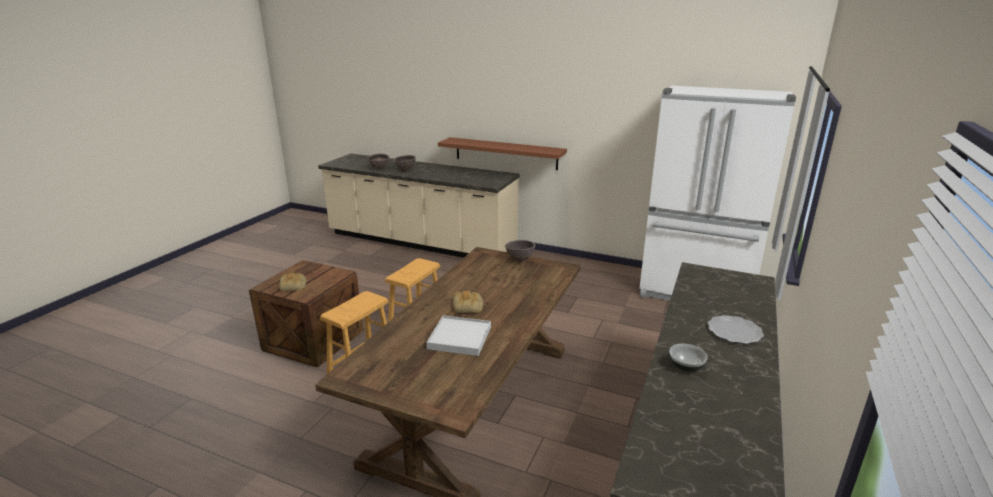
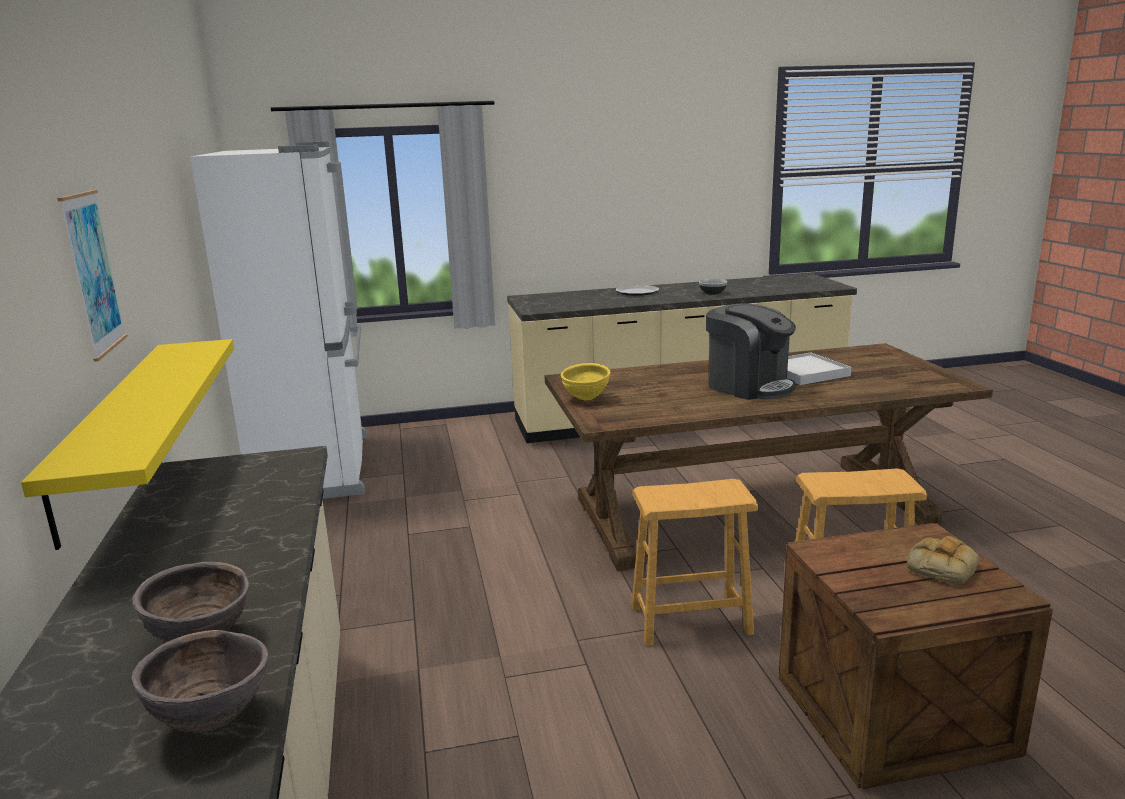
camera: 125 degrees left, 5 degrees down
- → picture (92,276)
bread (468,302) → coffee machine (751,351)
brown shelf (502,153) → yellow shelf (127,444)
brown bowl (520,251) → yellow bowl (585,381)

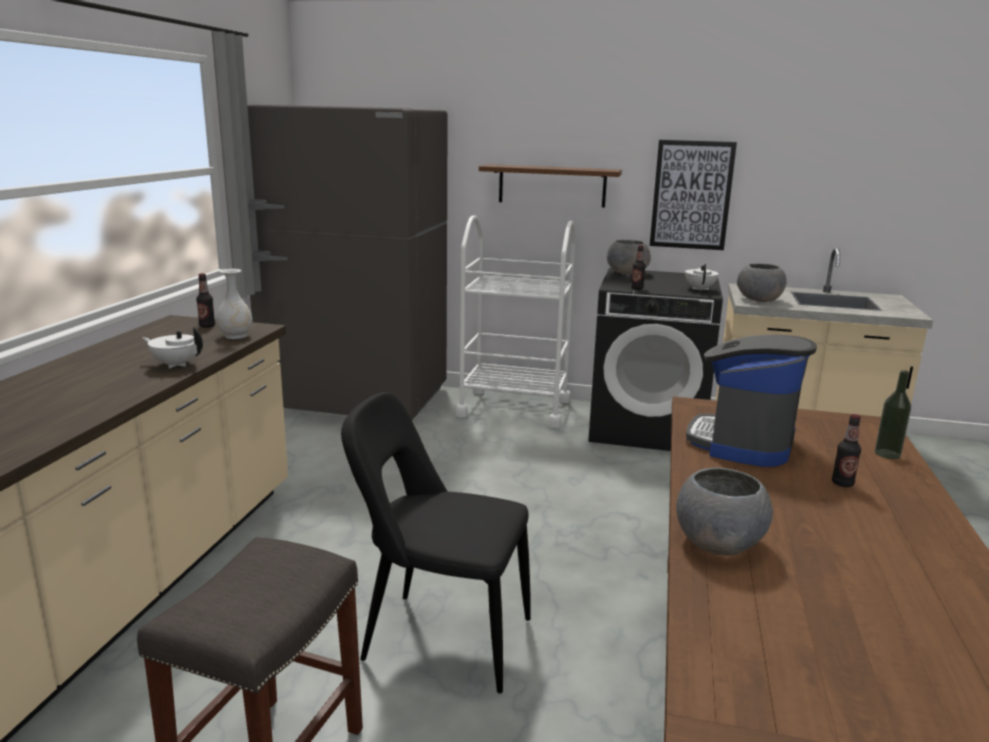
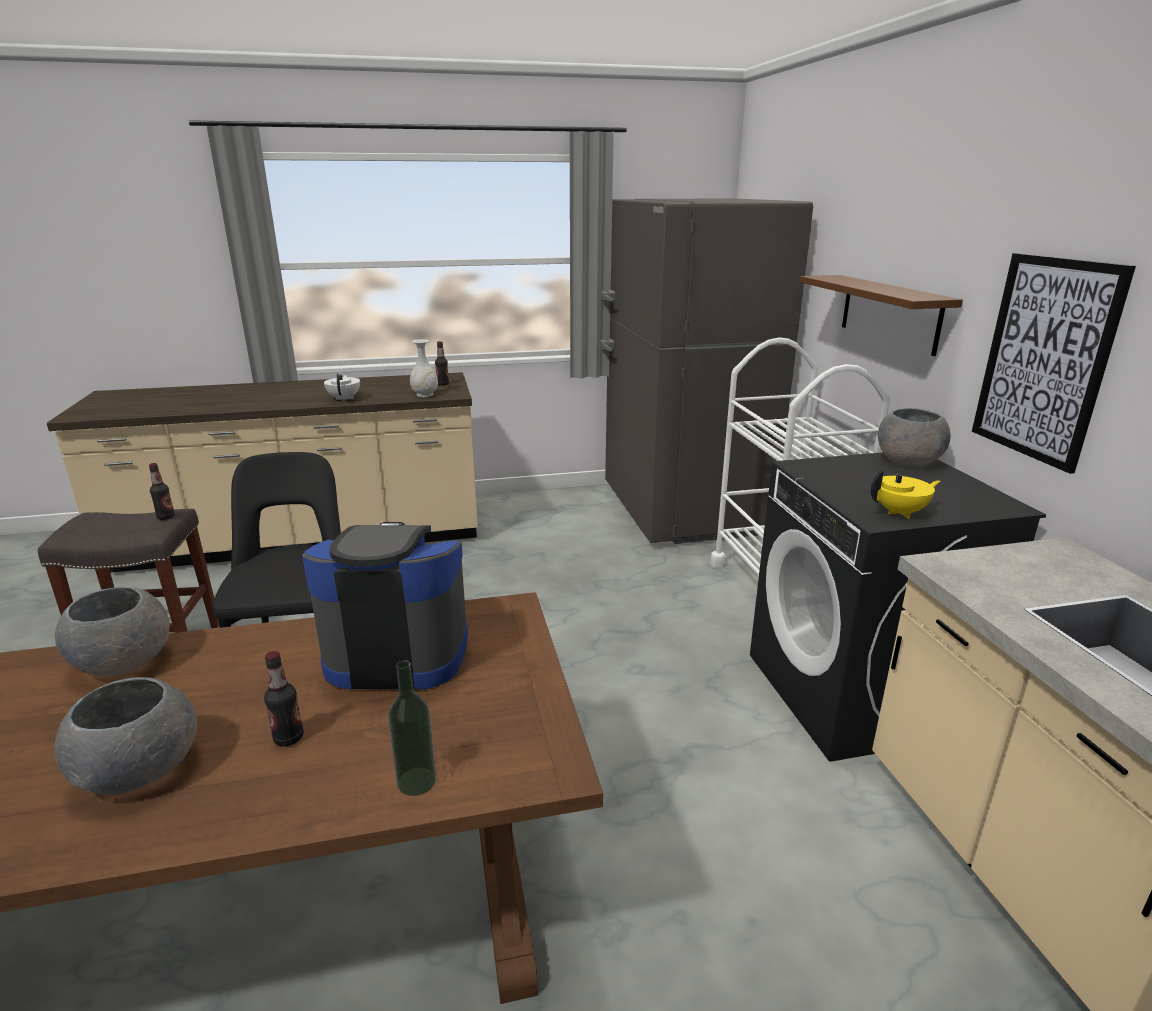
camera: 65 degrees right, 5 degrees up
bottle (638,267) → bottle (162,491), relocated
grey bowl (762,283) → grey bowl (126,736), relocated
white teapot (702,277) → yellow teapot (905,494)

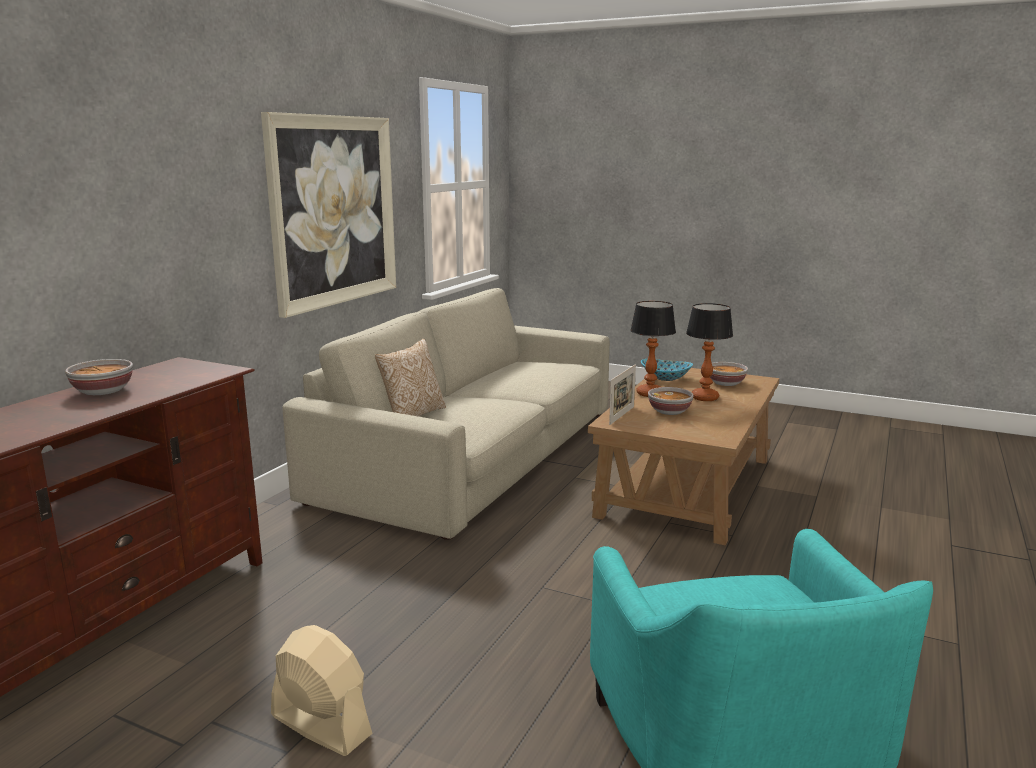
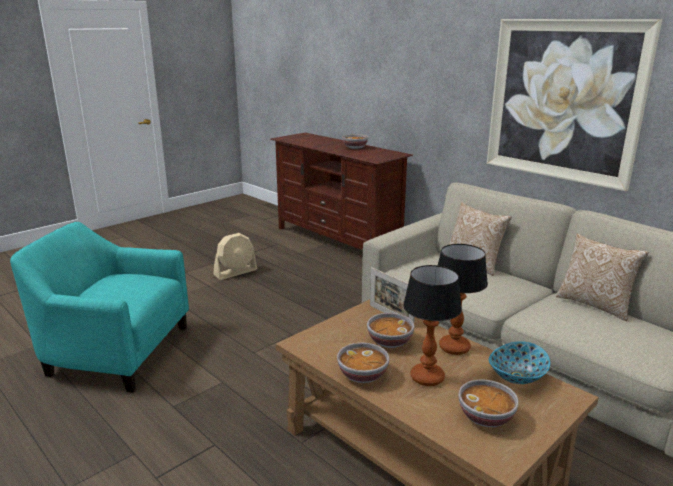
camera: 110 degrees right, 5 degrees up
- → bowl (363,363)
- → pillow (602,277)

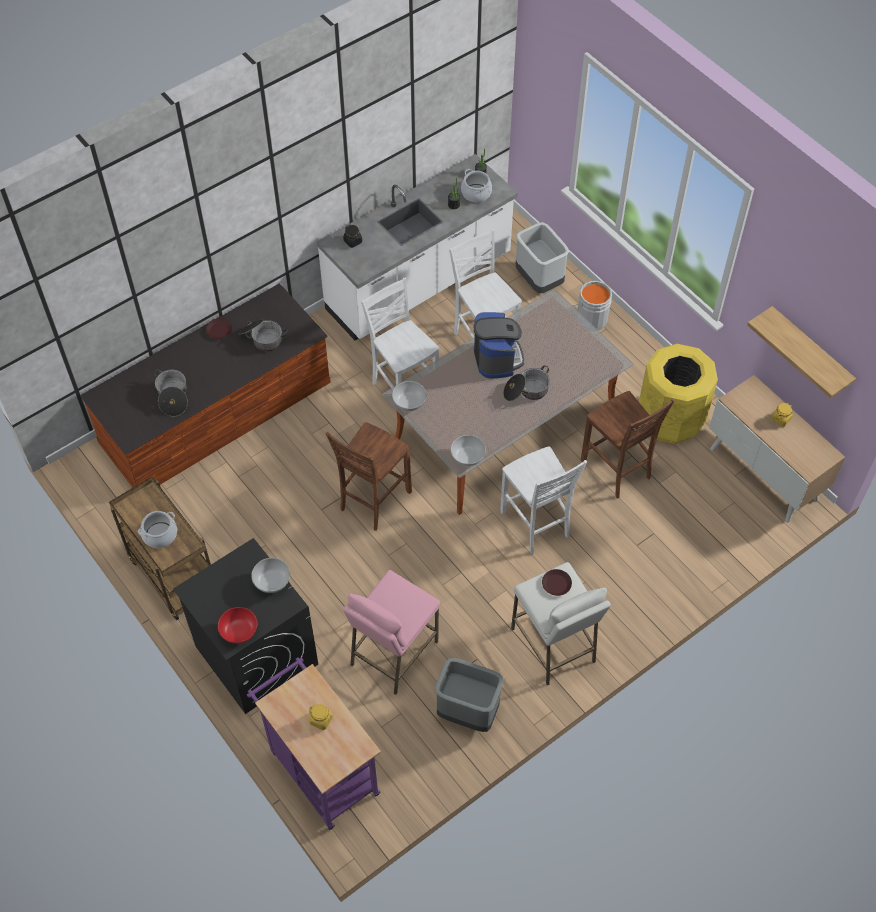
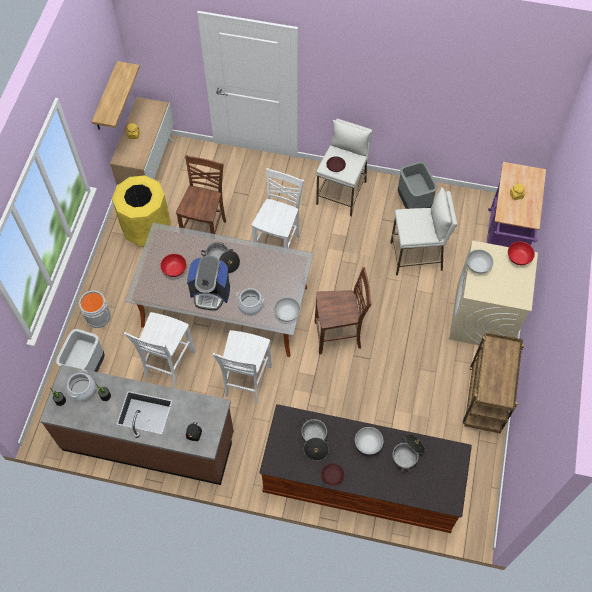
camera: 130 degrees left, 5 degrees up
- → red bowl (173,265)
cooking pot (157,529) → cooking pot (250,301), relocated
white bowl (468,450) → white bowl (369,441), relocated
black washing machine (245,626) → beige washing machine (493,293)
white counter (417,247) → brown counter (137,425)
pink stool (391,632) → white stool (424,231)
coffee machine (499,345) → coffee machine (208,283), 120 degrees counterclockwise

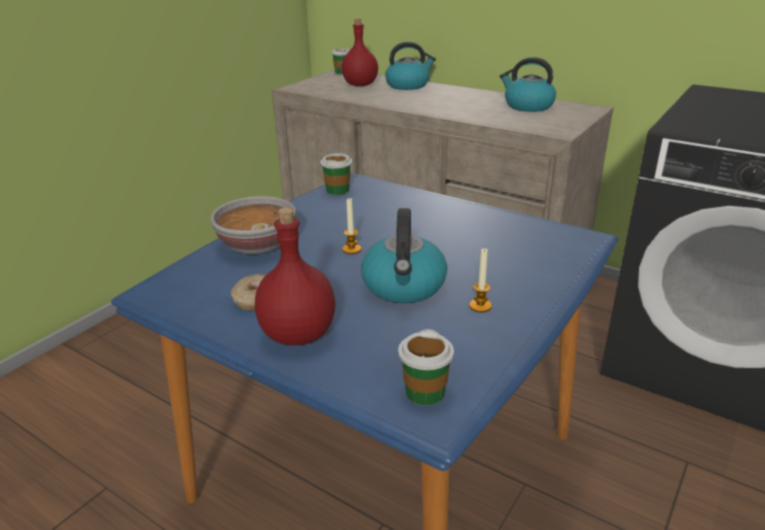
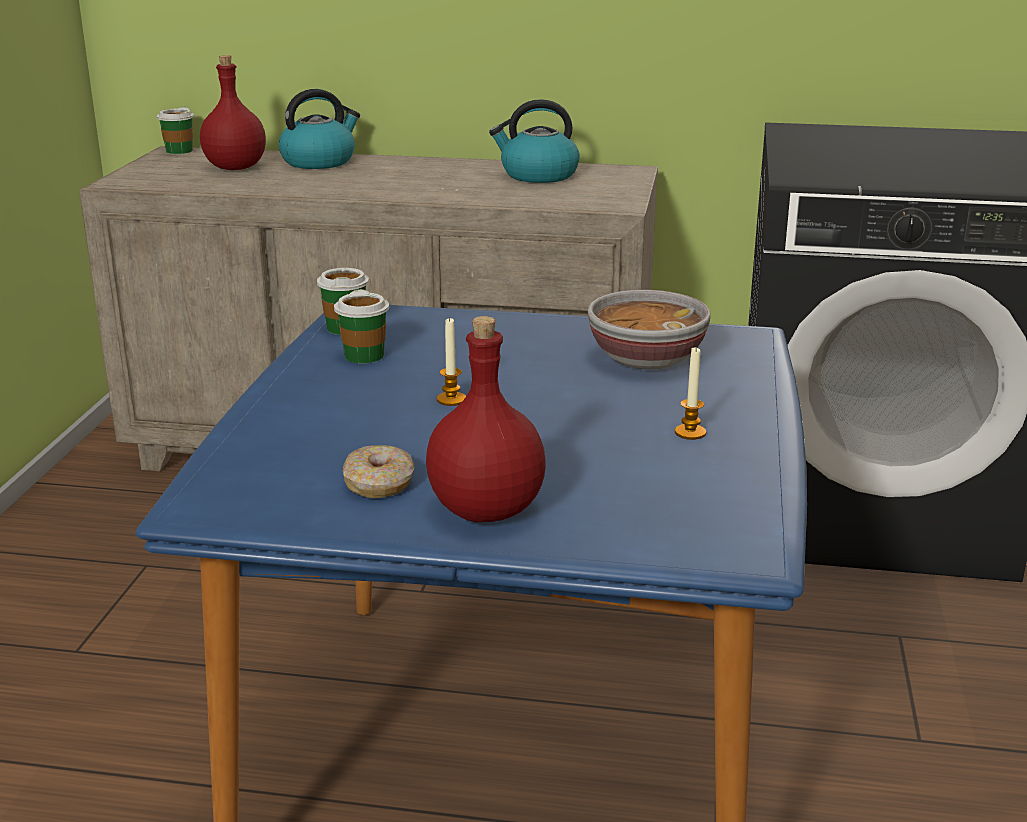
camera: 25 degrees left, 5 degrees down
kettle (404,255) → -
bowl (253,225) → bowl (649,329), relocated
cup (426,367) → cup (361,326), relocated

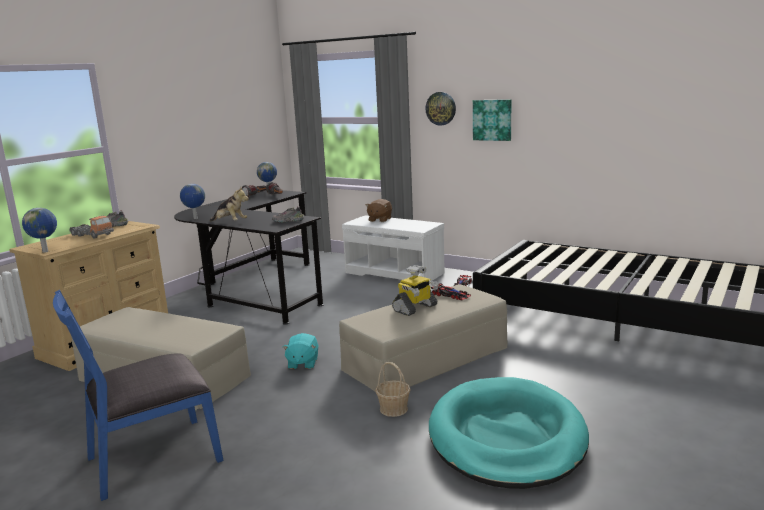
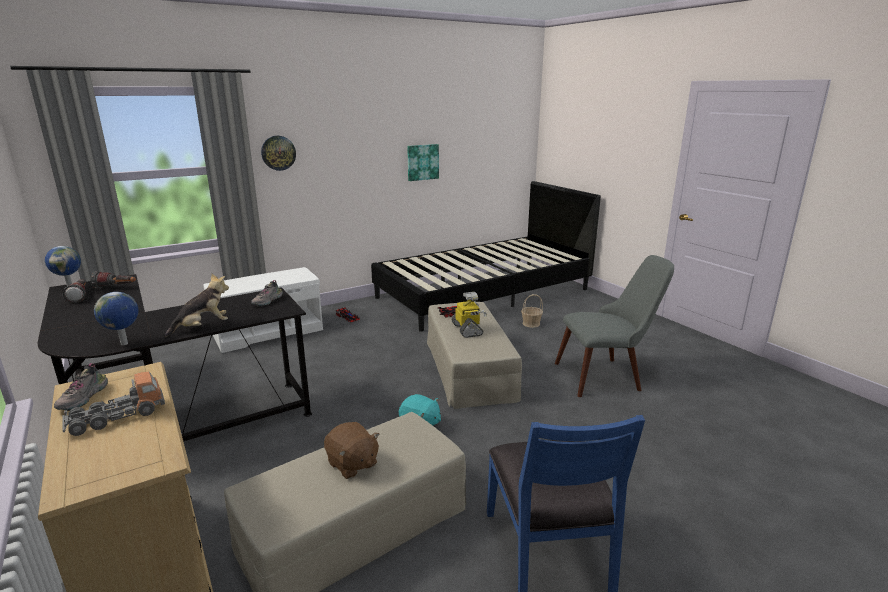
camera: 65 degrees left, 5 degrees up
globe (39,230) → -
brown plush toy (379,210) → brown plush toy (351,450), relocated
basket (393,389) → basket (532,311), relocated
picture (492,120) → picture (423,162), relocated
turquoise dog bed (509,433) → grey chair (614,326)

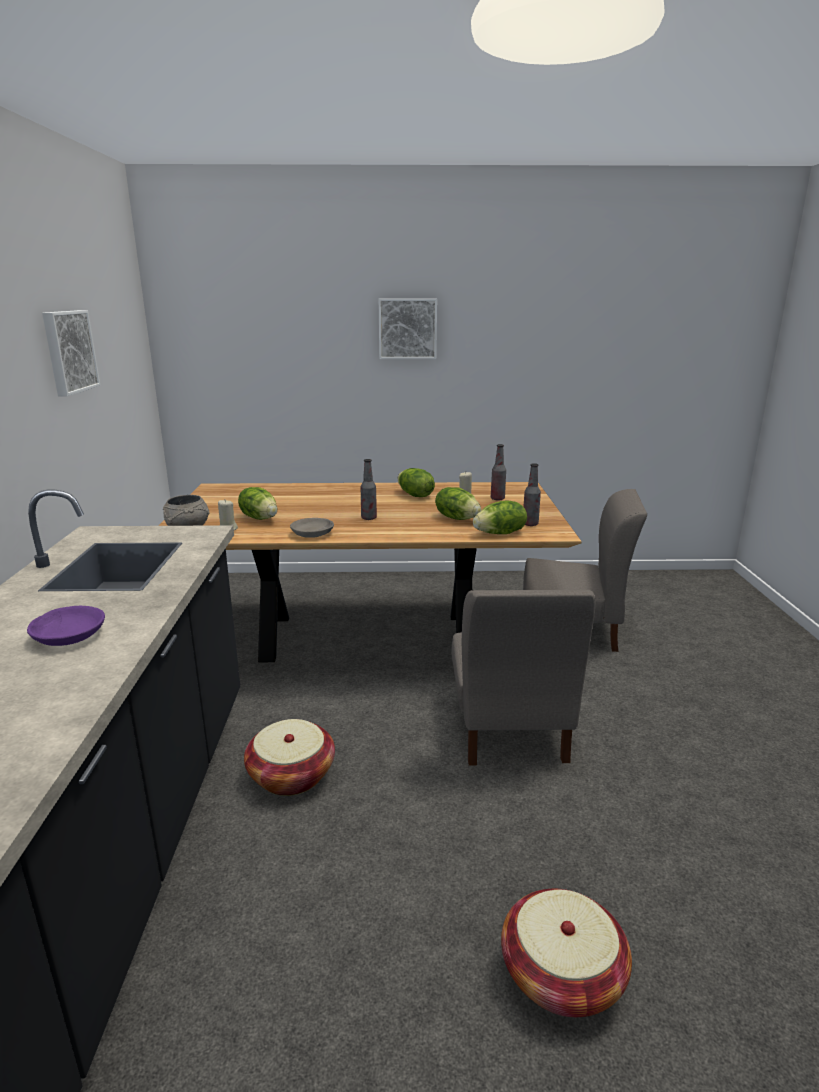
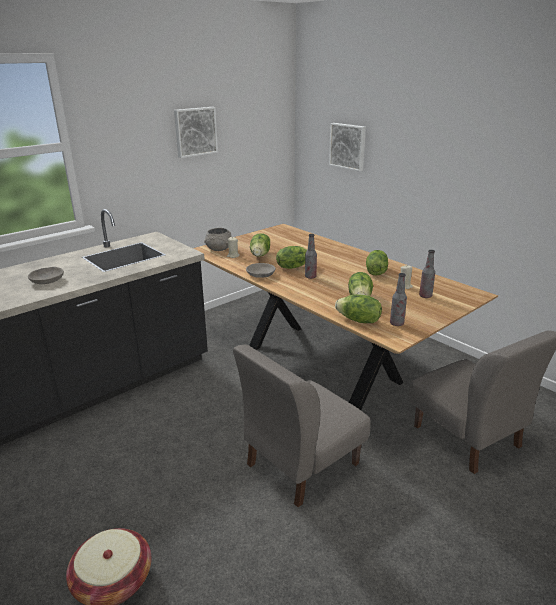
camera: 50 degrees right, 5 degrees up
basket (289,757) → -
- → lettuce (292,257)
picture (407,328) → picture (347,147), relocated
purple bowl (66,626) → grey bowl (46,275)

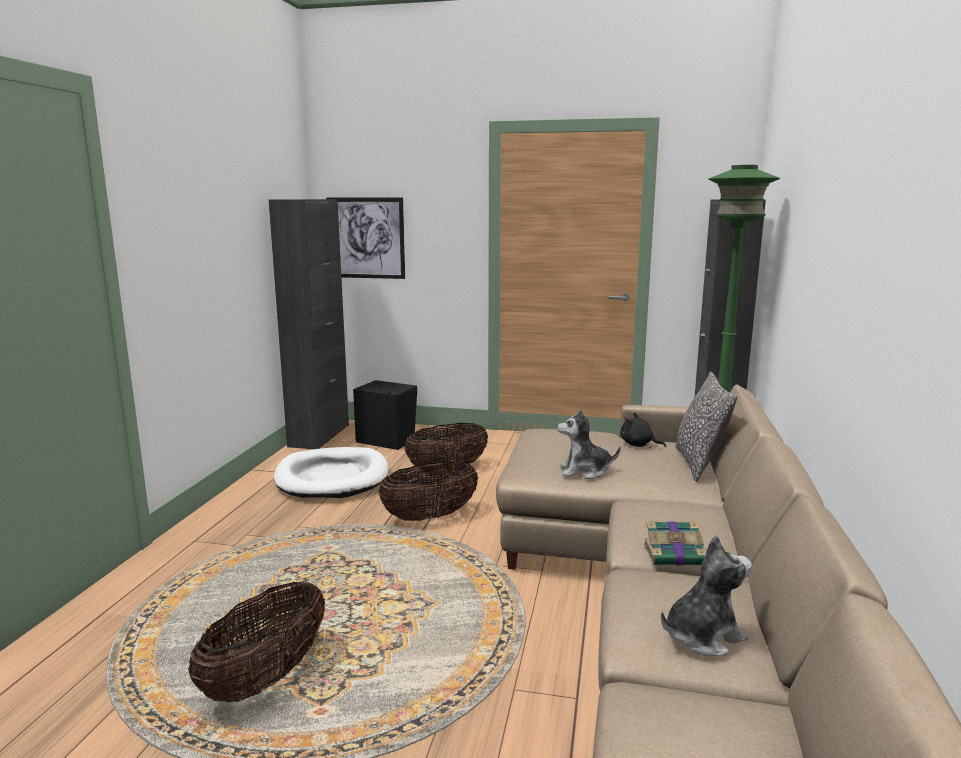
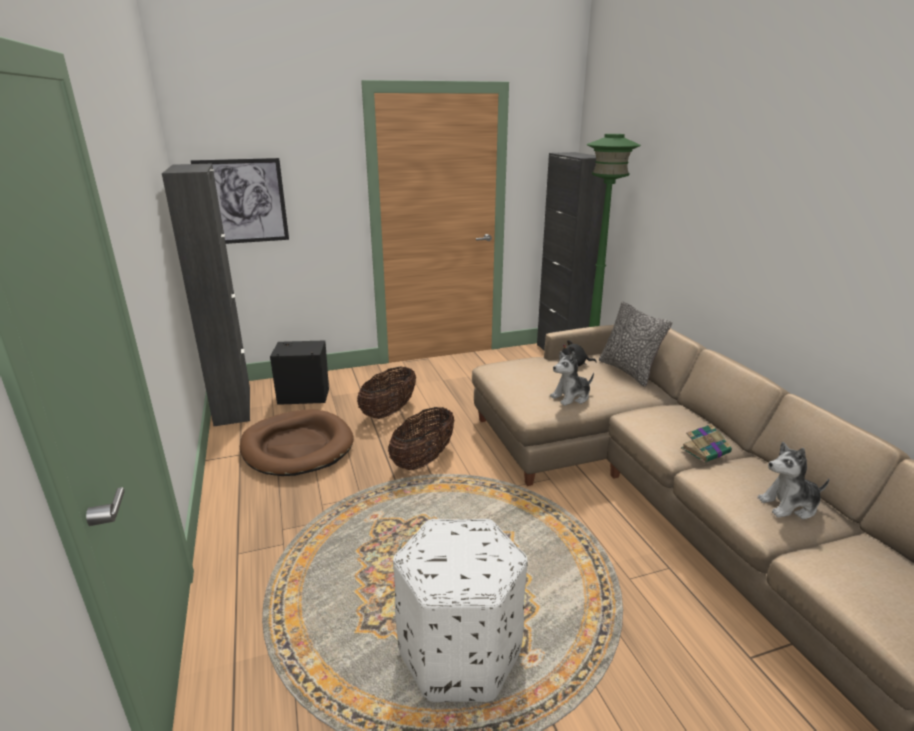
camera: 30 degrees left, 10 degrees up
basket (256,641) → white ottoman (460,610)
white dog bed (331,472) → brown dog bed (297,442)
plush toy (706,595) → plush toy (793,480), 135 degrees counterclockwise

